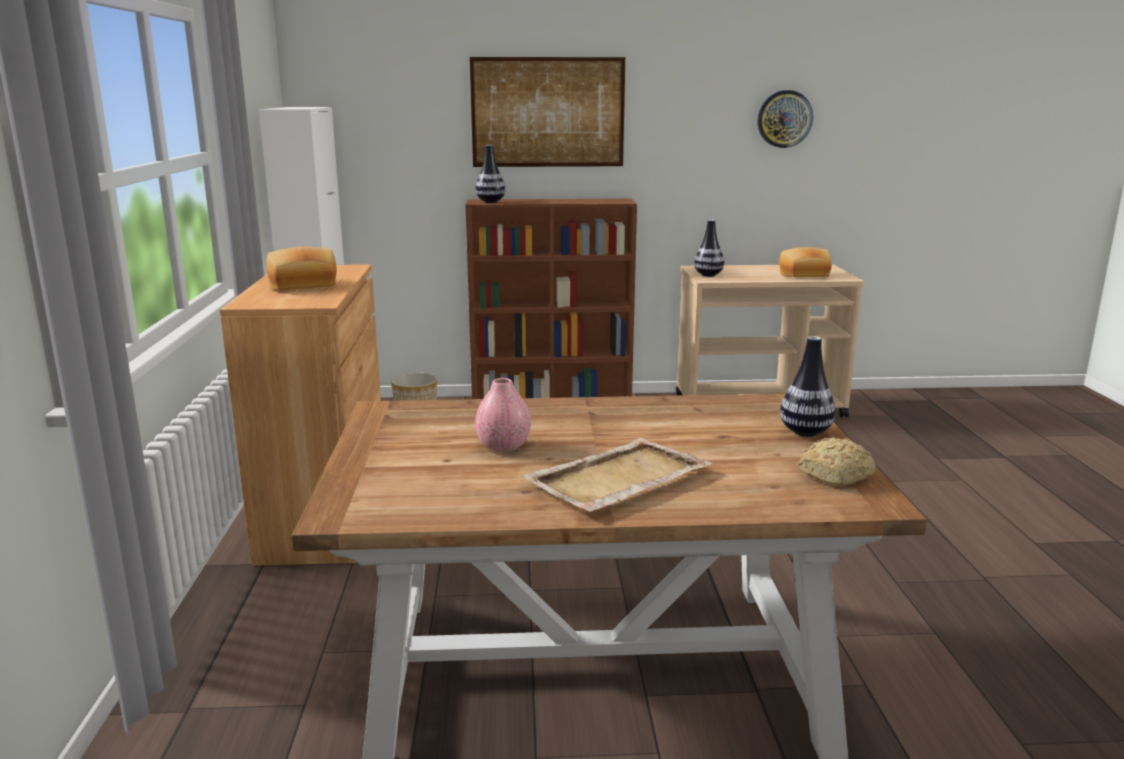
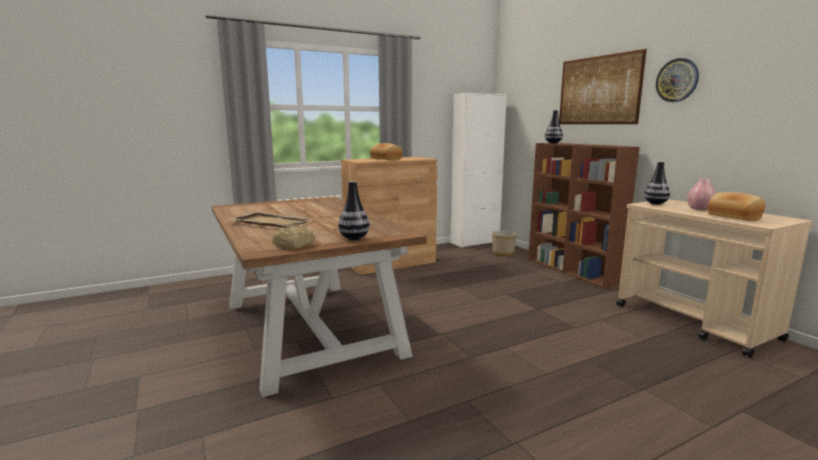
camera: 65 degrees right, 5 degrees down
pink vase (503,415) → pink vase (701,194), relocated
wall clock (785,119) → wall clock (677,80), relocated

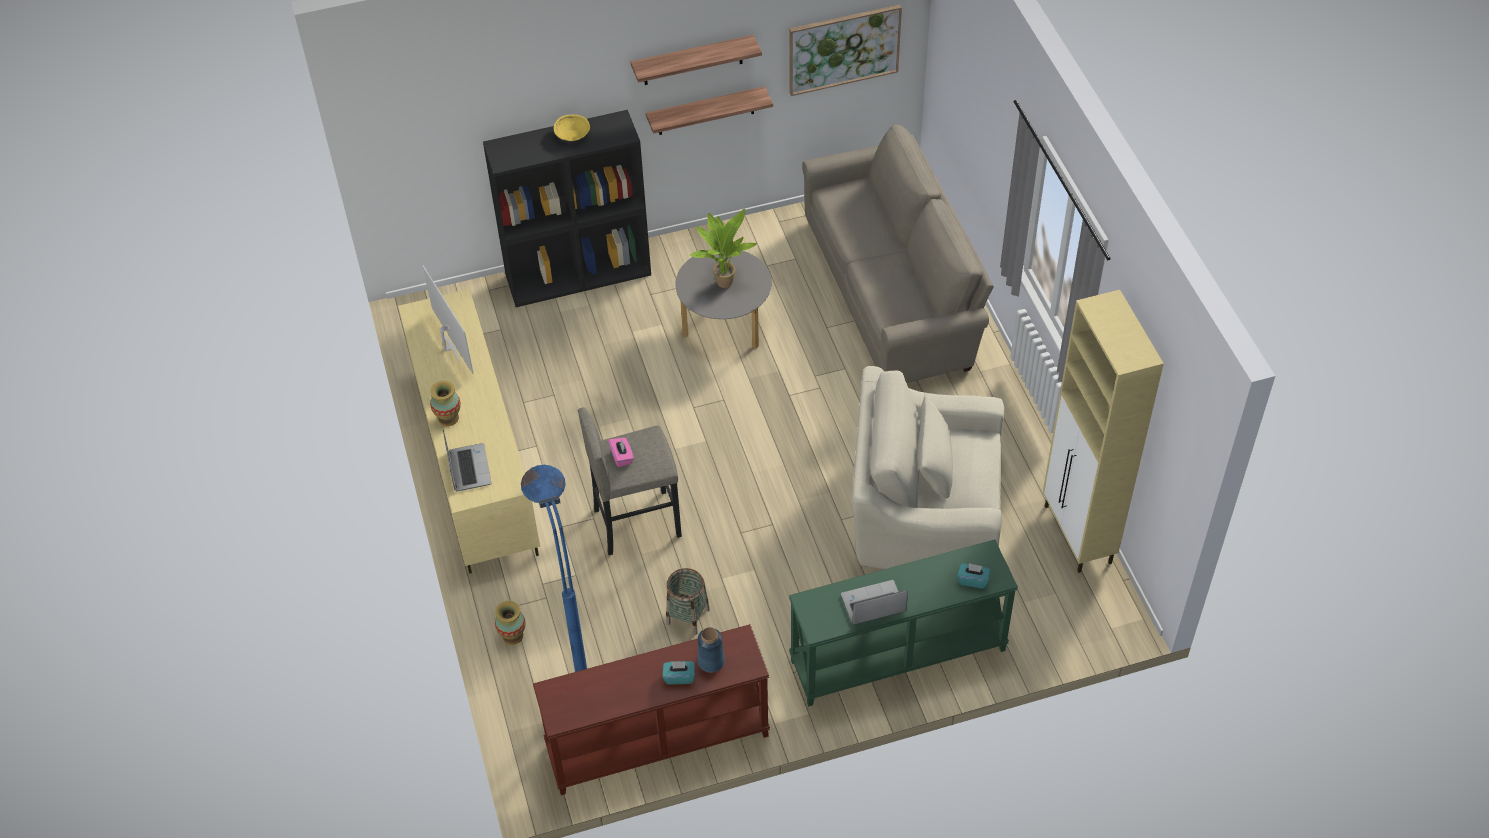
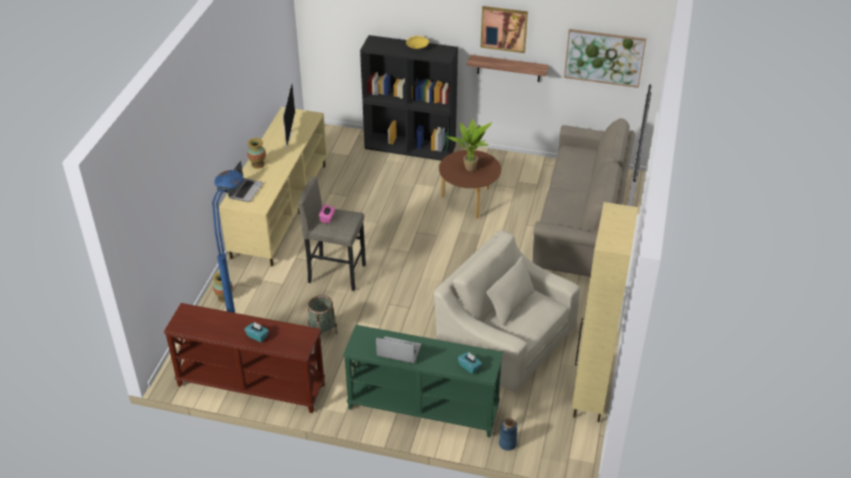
camera: 30 degrees right, 10 degrees down
blue vase (711,650) → blue vase (508,434), relocated
shelf (696,60) → picture (504,29)
grey coffee table (723,299) → brown coffee table (470,184)

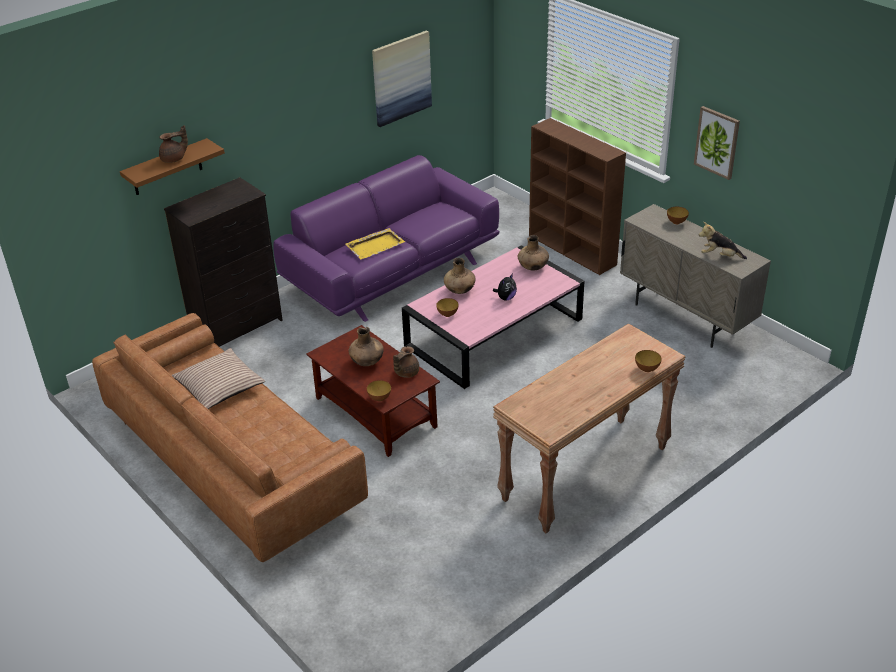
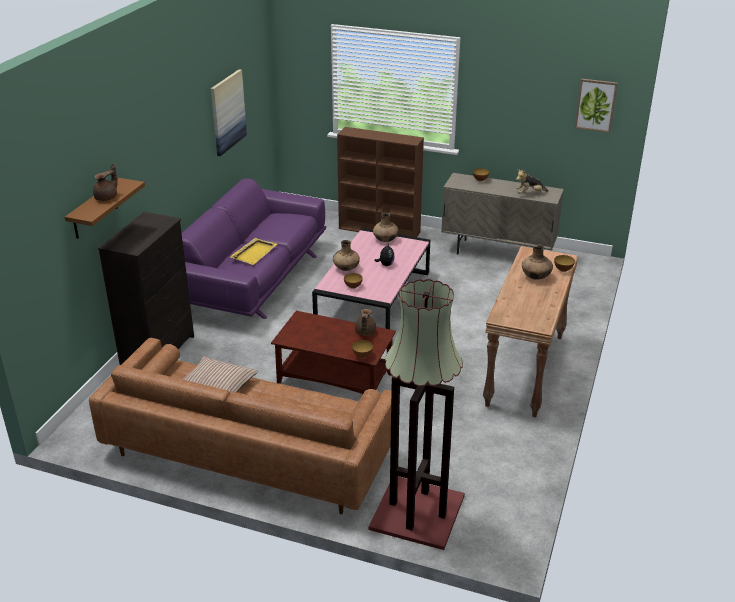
camera: 30 degrees left, 5 degrees down
- → floor lamp (417,414)
brown vase (366,346) → brown vase (537,262), relocated
picture (717,143) → picture (596,106), relocated

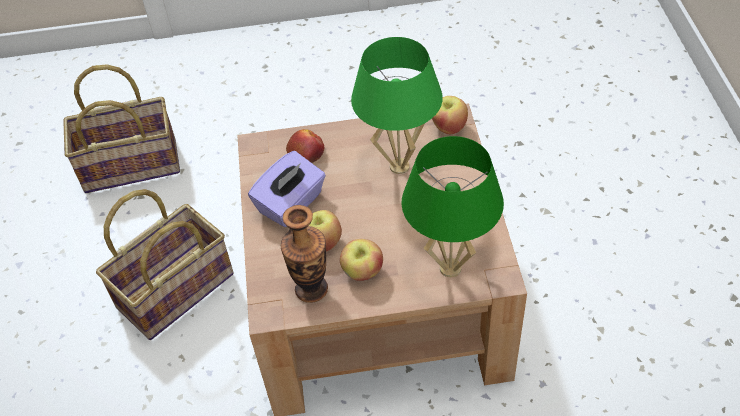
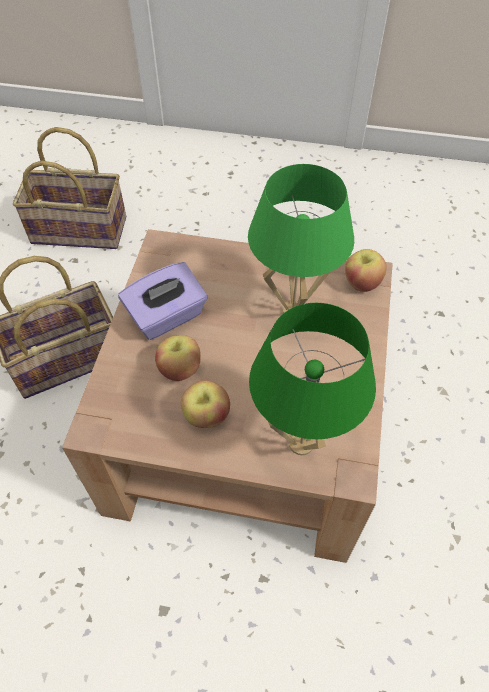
camera: 15 degrees right, 5 degrees up
vase (304,254) → -
apple (305,146) → -

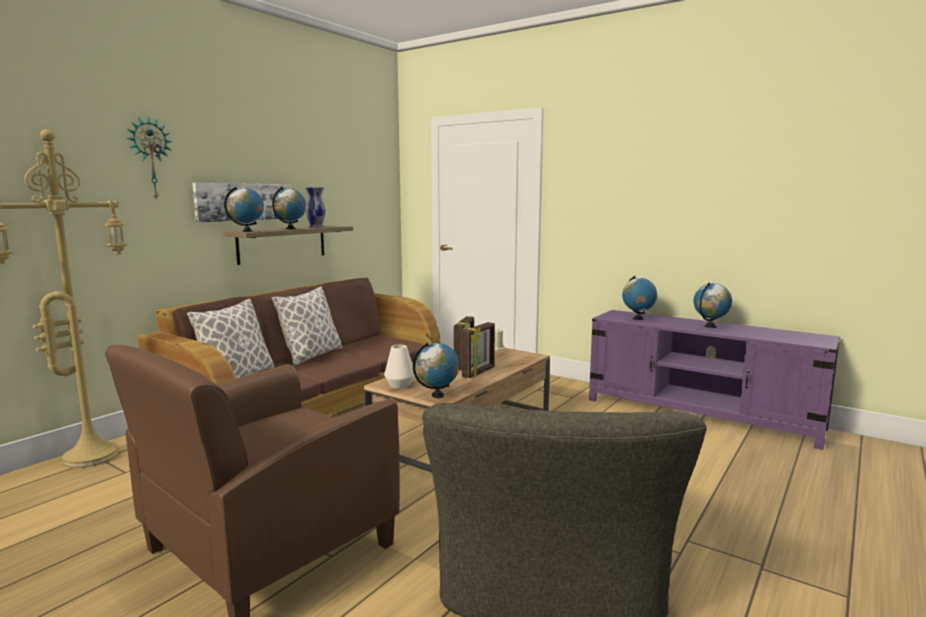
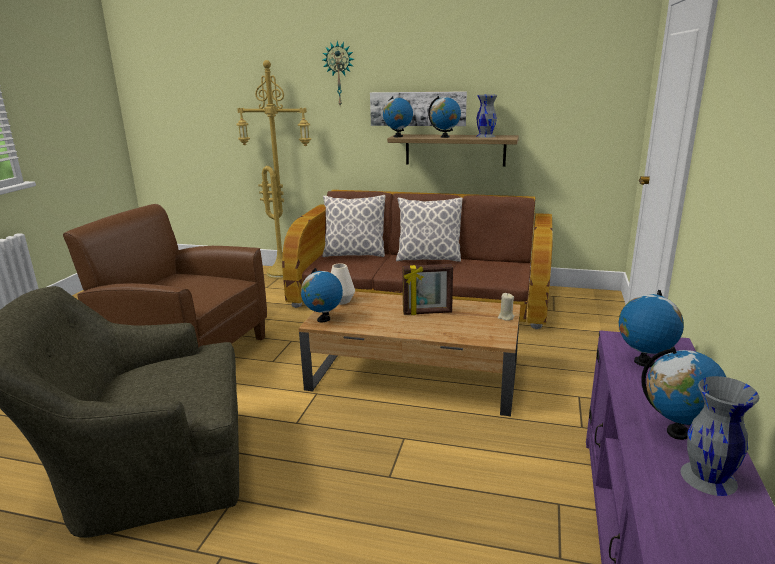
camera: 70 degrees right, 10 degrees up
picture frame (478,350) → -
- → grey vase (720,436)

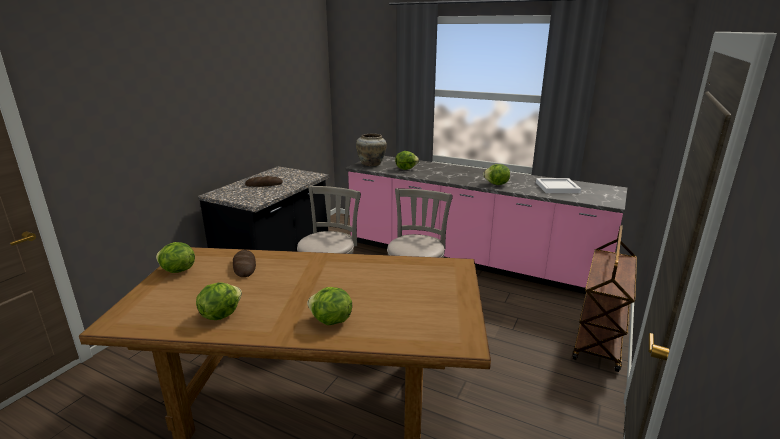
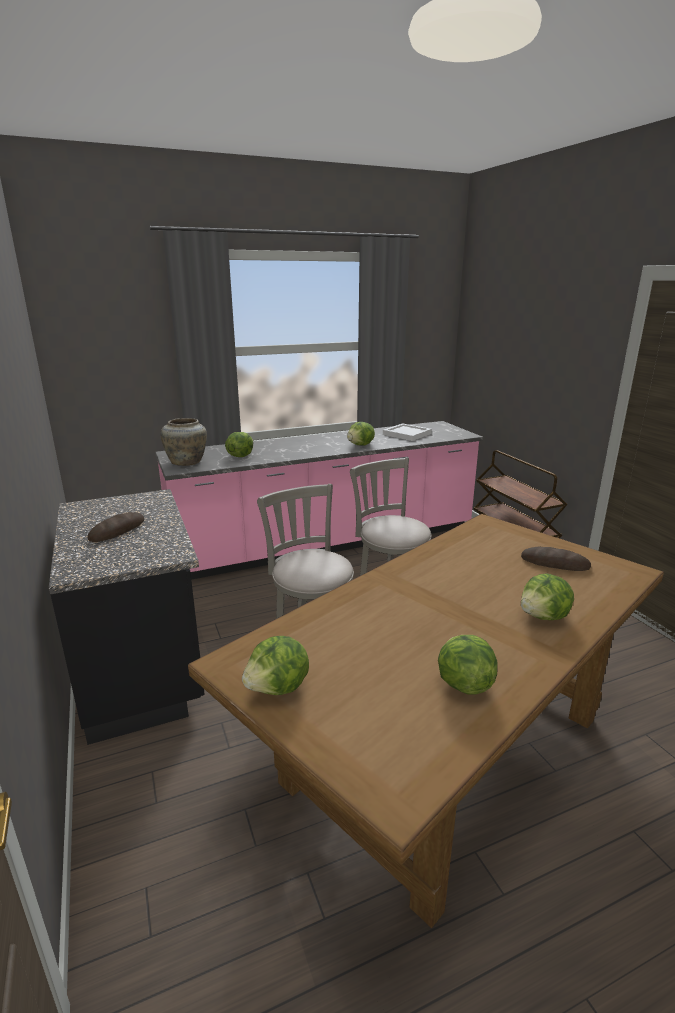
camera: 50 degrees left, 0 degrees up
bread (244,263) → bread (556,559), relocated

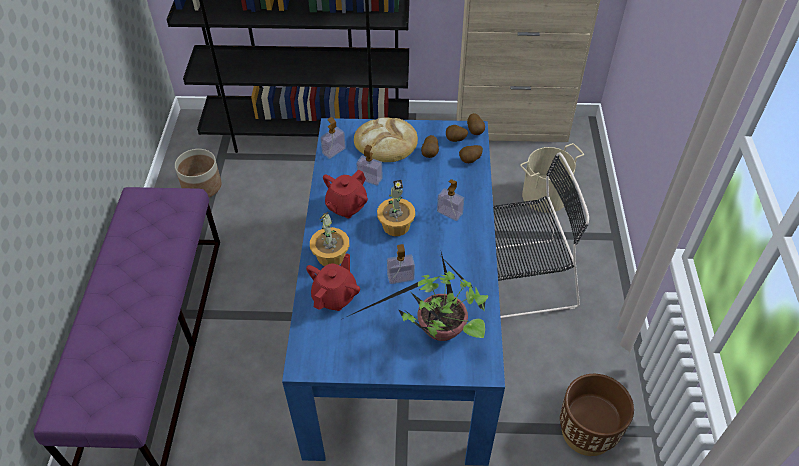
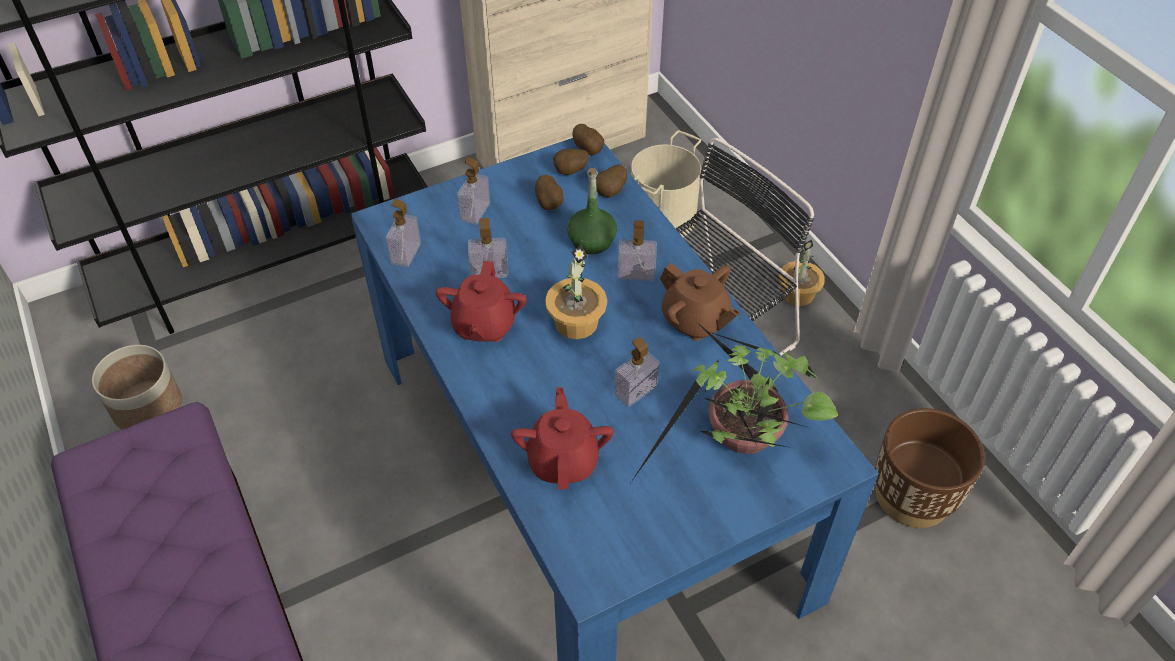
camera: 30 degrees left, 0 degrees up
- → green bottle (592,211)
- → brown teapot (700,302)
potted plant (329,239) → potted plant (802,272), relocated
bread (386,139) → soap dispenser (473,191)

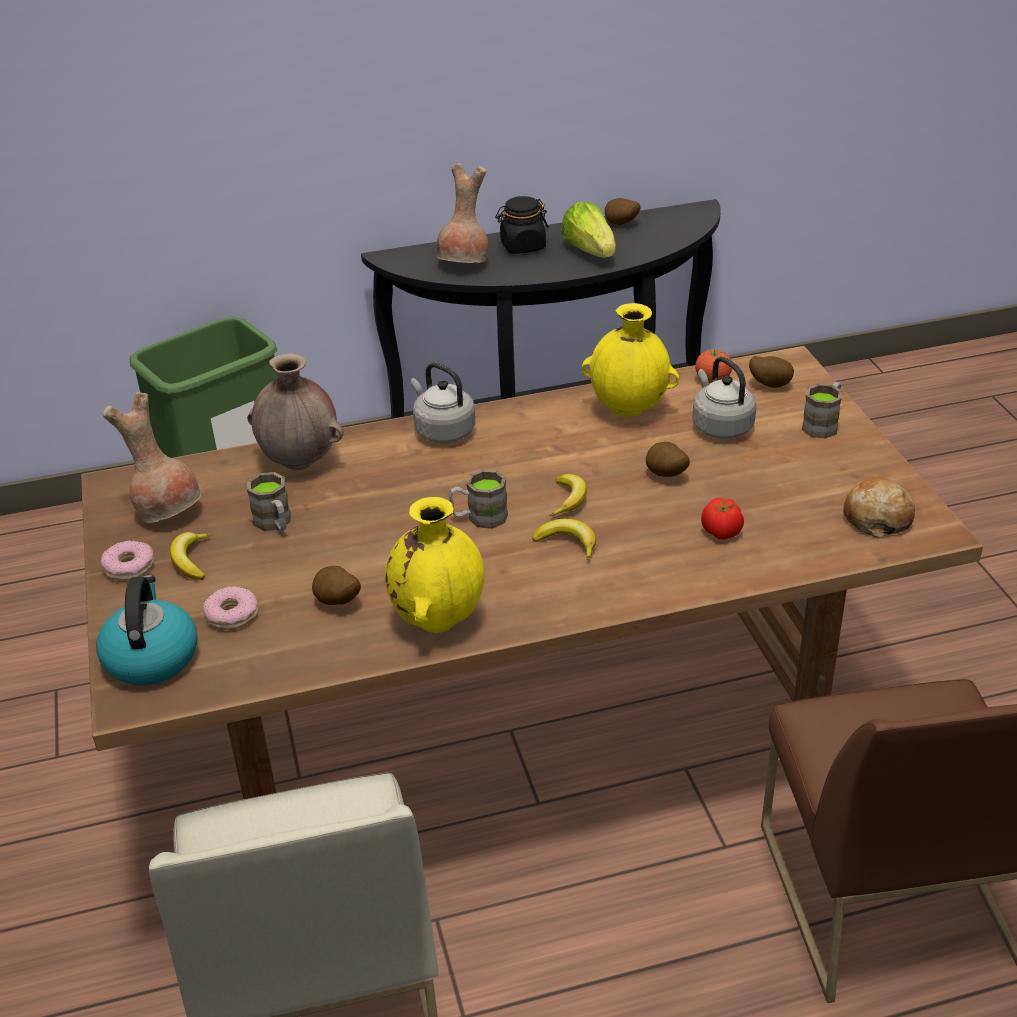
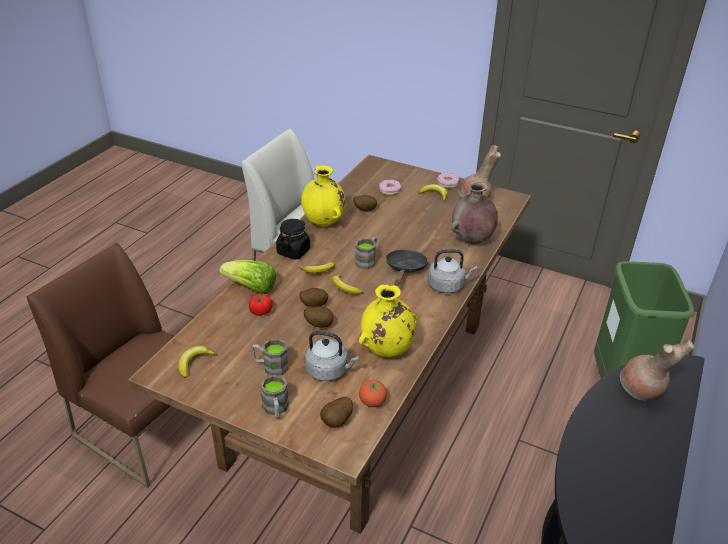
camera: 130 degrees right, 0 degrees up
kettle (146,630) → -
- → black frying pan (407,267)
brown mug (269,501) → brown mug (270,357), relocated
black jar (521,225) → black jar (293,239), relocated
lettuce (589,230) → lettuce (247,277), relocated
potato (622,211) → potato (313,297), relocated
bread (879,507) → banana (197,361)

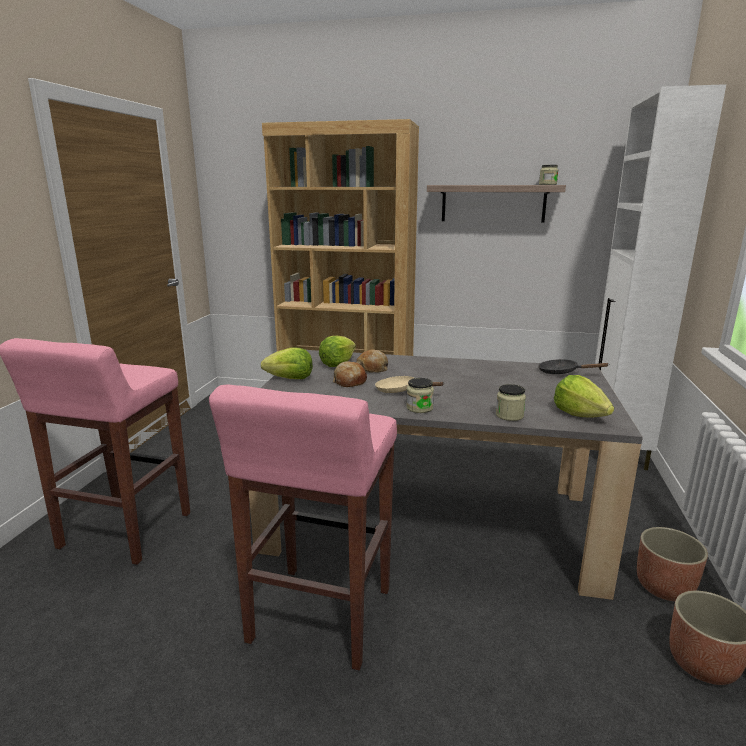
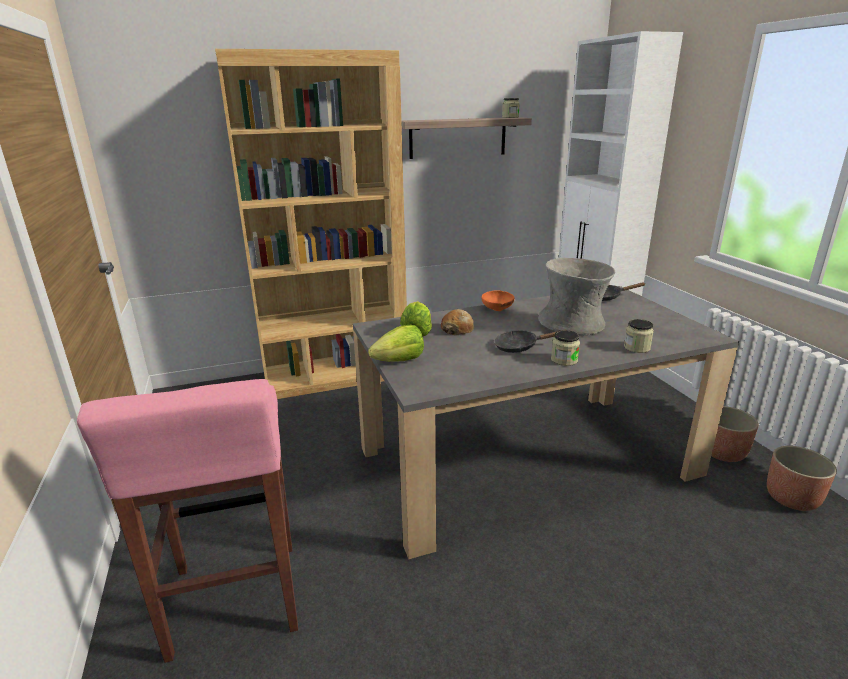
camera: 30 degrees left, 5 degrees up
pink stool (303,527) → -
bread (350,374) → -
lettuce (584,396) → -
- → orange bowl (498,300)
- → grey vase (576,297)
beige frying pan (409,384) → black frying pan (526,341)

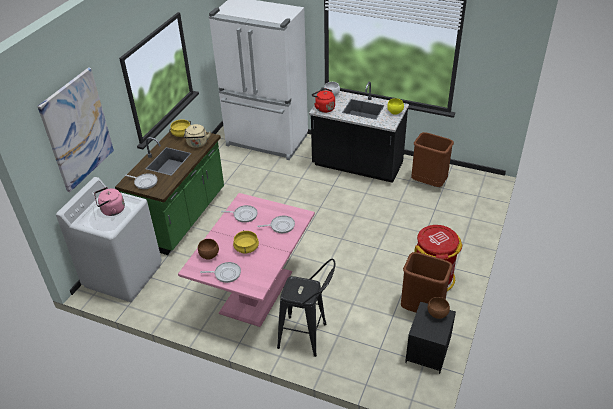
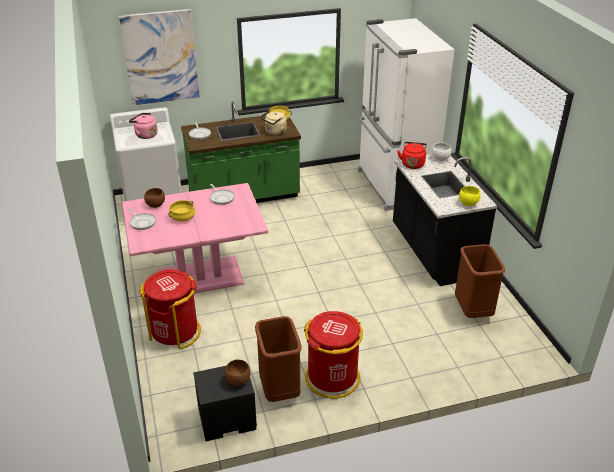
camera: 50 degrees right, 5 degrees down
frying pan (276,224) → -
black stool (306,307) → red trash can (170,309)

